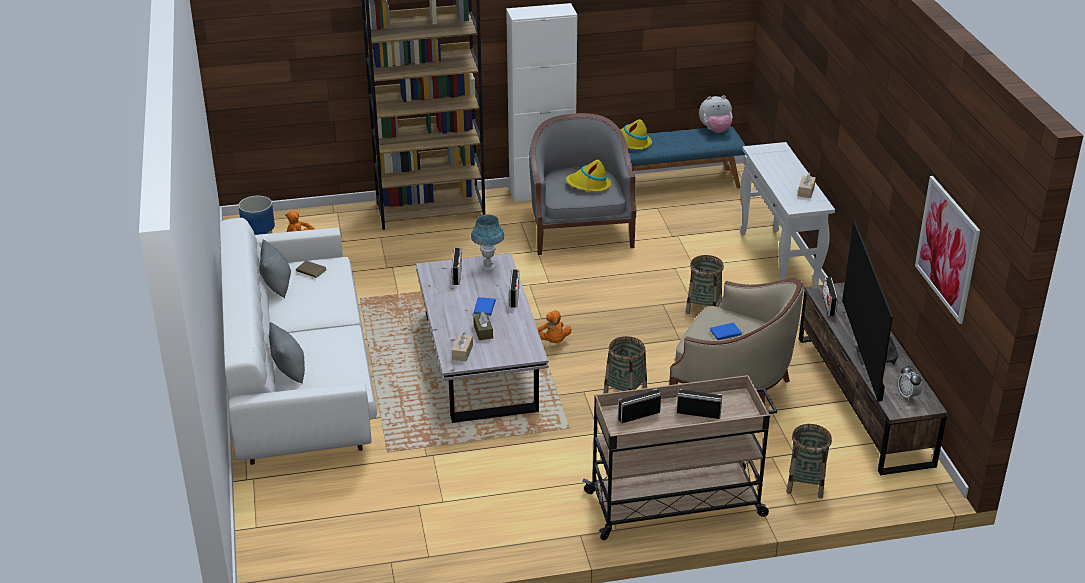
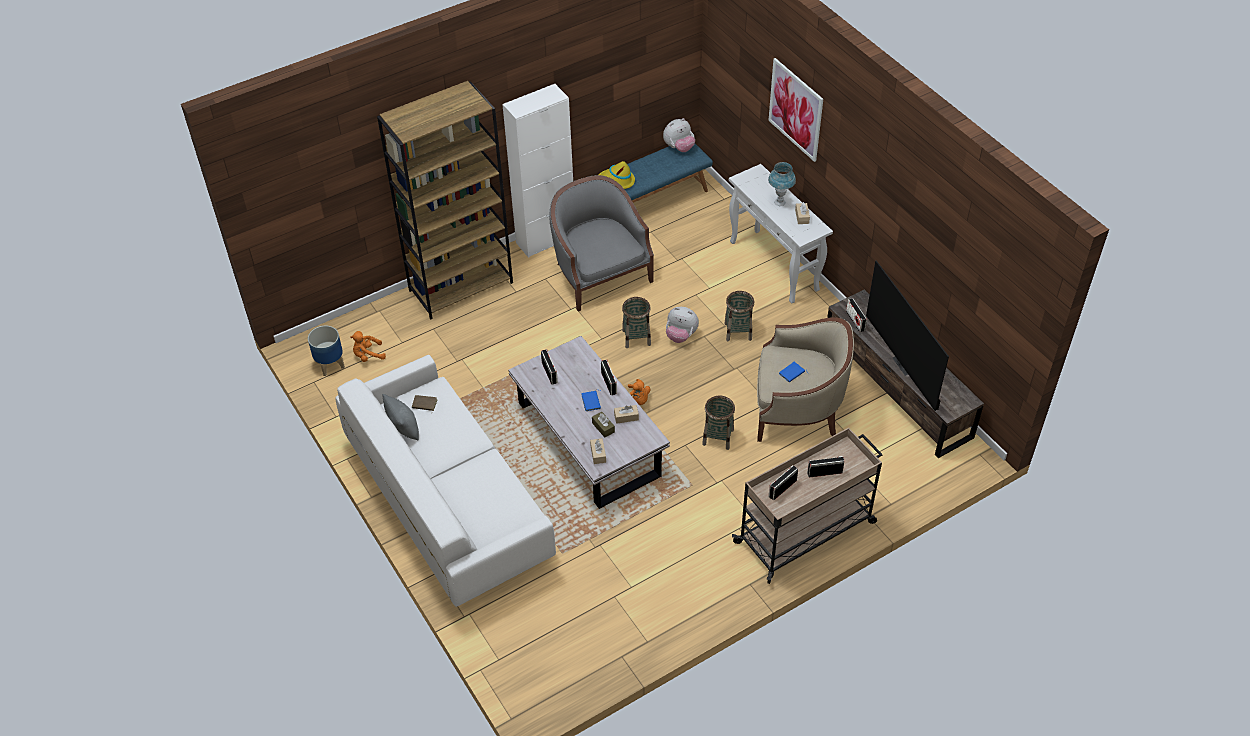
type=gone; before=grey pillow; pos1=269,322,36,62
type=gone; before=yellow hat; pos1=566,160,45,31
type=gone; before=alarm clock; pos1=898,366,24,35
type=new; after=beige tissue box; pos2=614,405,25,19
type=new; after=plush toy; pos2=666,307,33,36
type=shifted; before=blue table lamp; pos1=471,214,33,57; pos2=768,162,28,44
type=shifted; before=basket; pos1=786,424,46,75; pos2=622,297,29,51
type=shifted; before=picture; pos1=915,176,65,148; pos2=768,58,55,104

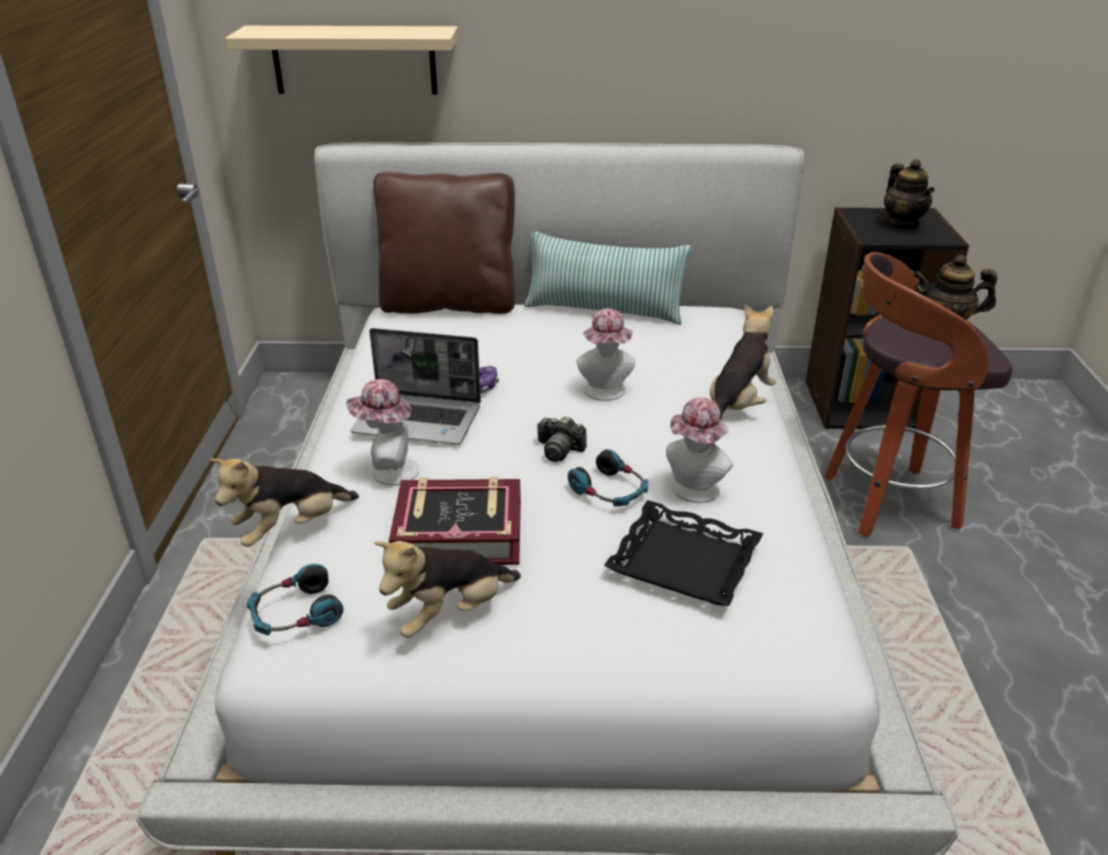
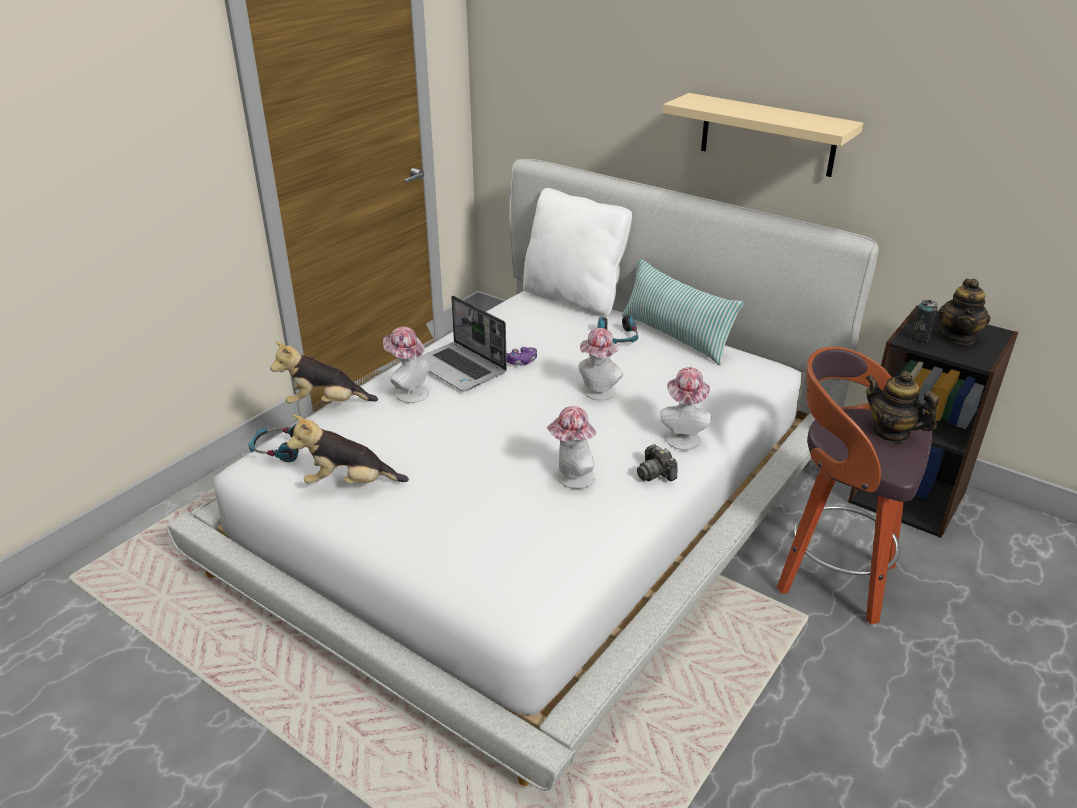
type=gone; before=book; pos1=389,476,132,89
type=gone; before=black tray; pos1=604,500,159,106
type=new; after=can; pos2=911,300,27,43
type=shifted; before=beige shelf; pos1=225,26,233,68; pos2=663,93,200,84
type=shifted; before=photo camera; pos1=537,416,50,46; pos2=637,444,40,37
type=shifted; before=headphones; pos1=568,449,80,57; pos2=598,315,40,29
type=swapped; before=plush toy; after=hat; pos1=710,305,66,115; pos2=661,367,51,83
type=repainted; before=brown pillow; after=white pillow; pos1=373,172,143,142; pos2=523,188,109,129

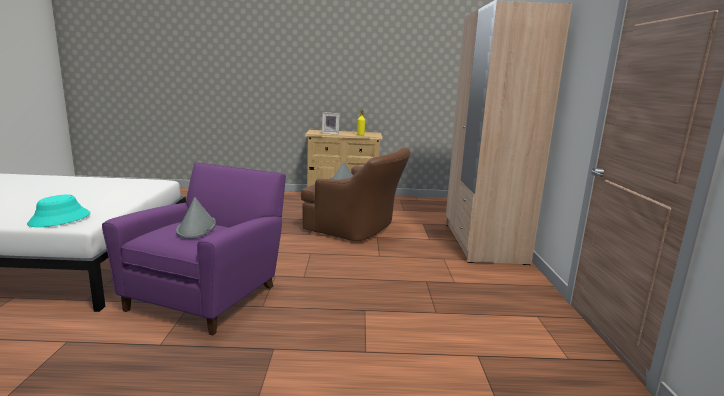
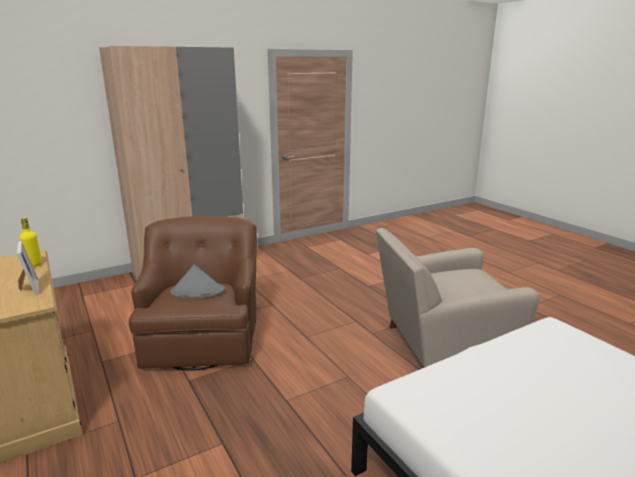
type=gone; before=turquoise hat; pos1=27,195,63,32
type=gone; before=grey hat; pos1=176,197,40,42
type=repainted; before=purple armchair; after=beige armchair; pos1=102,162,184,173; pos2=376,227,164,141

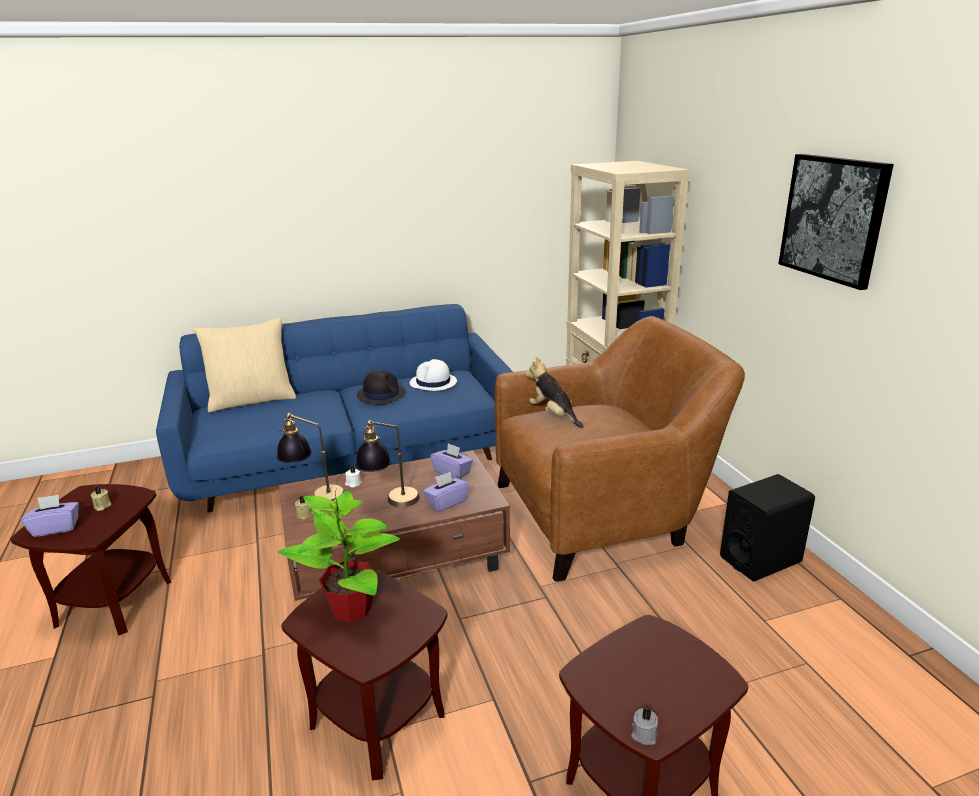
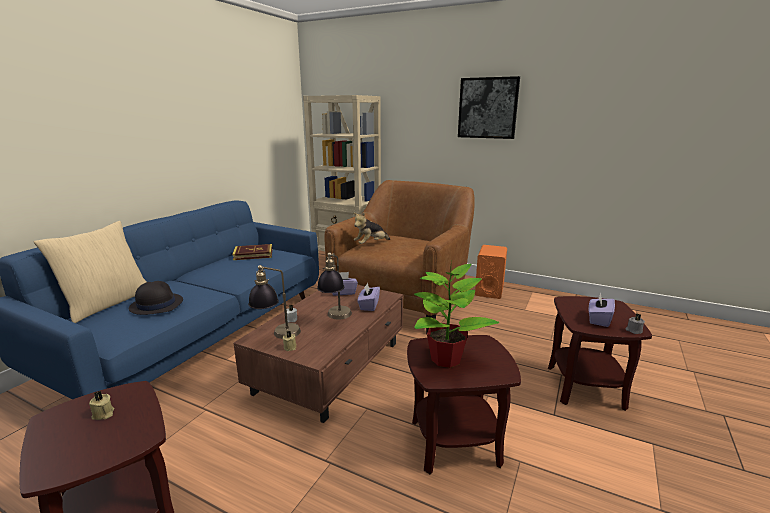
type=shifted; before=purple tissue box; pos1=21,495,58,42; pos2=588,292,27,35
type=shifted; before=black hat; pos1=357,370,49,35; pos2=129,281,54,34
type=swapped; before=white hat; after=book; pos1=410,359,47,32; pos2=232,244,40,16
type=repainted; before=black speaker; after=orange speaker; pos1=720,474,95,108; pos2=475,245,32,54
type=rotated; before=plush toy; pos1=525,357,59,71; pos2=354,212,36,32; turn=-45

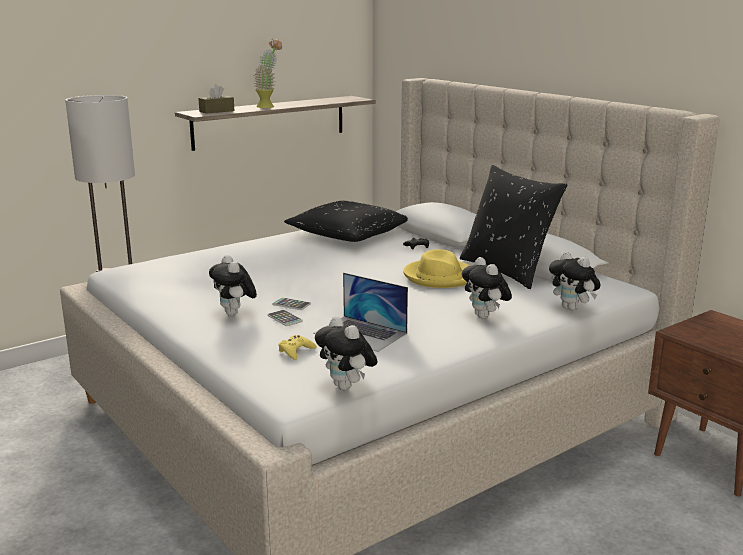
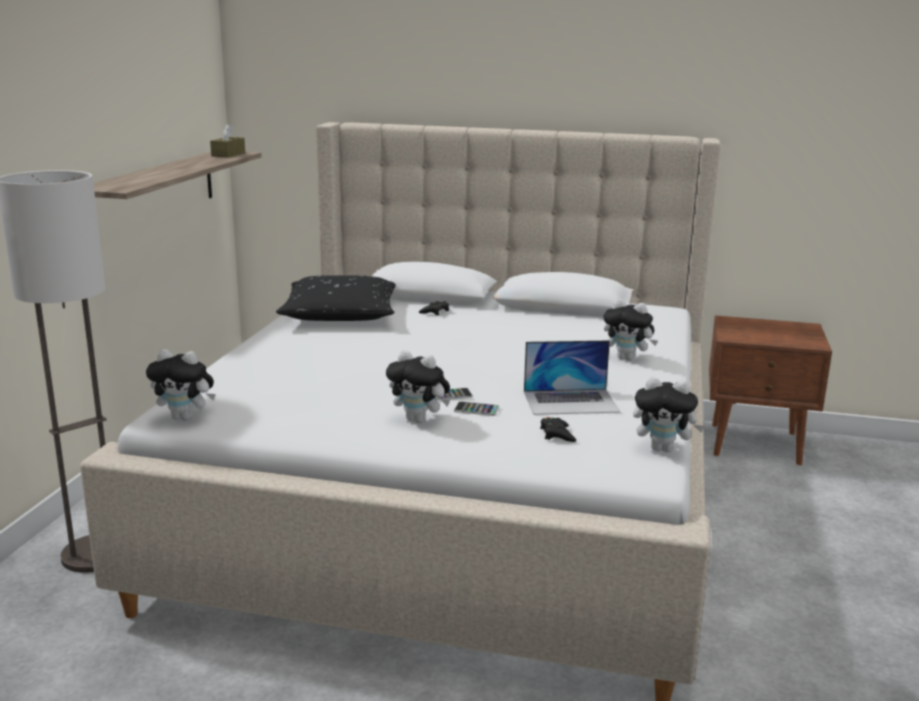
type=gone; before=potted plant; pos1=253,39,29,69
type=gone; before=yellow hat; pos1=403,249,67,39
type=gone; before=black pillow; pos1=460,165,107,124
type=shifted; before=brown tissue box; pos1=198,84,37,30; pos2=210,124,35,34
type=shifted; before=plush toy; pos1=549,251,52,60; pos2=146,349,70,72
type=repainted; before=yellow game controller; after=black game controller; pos1=278,335,39,25; pos2=540,417,36,25

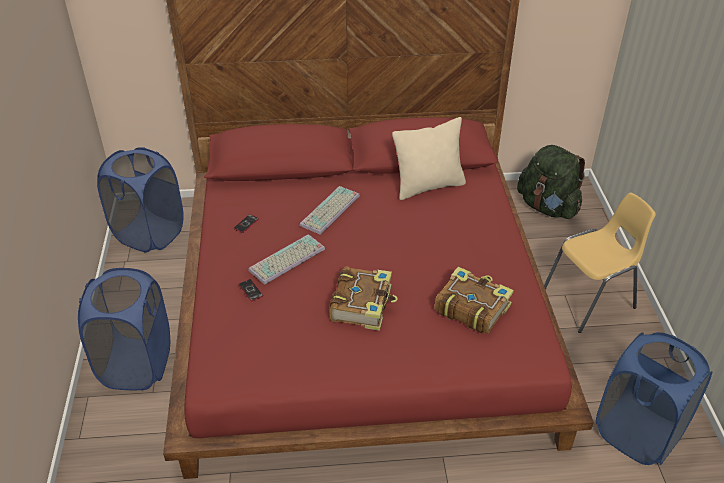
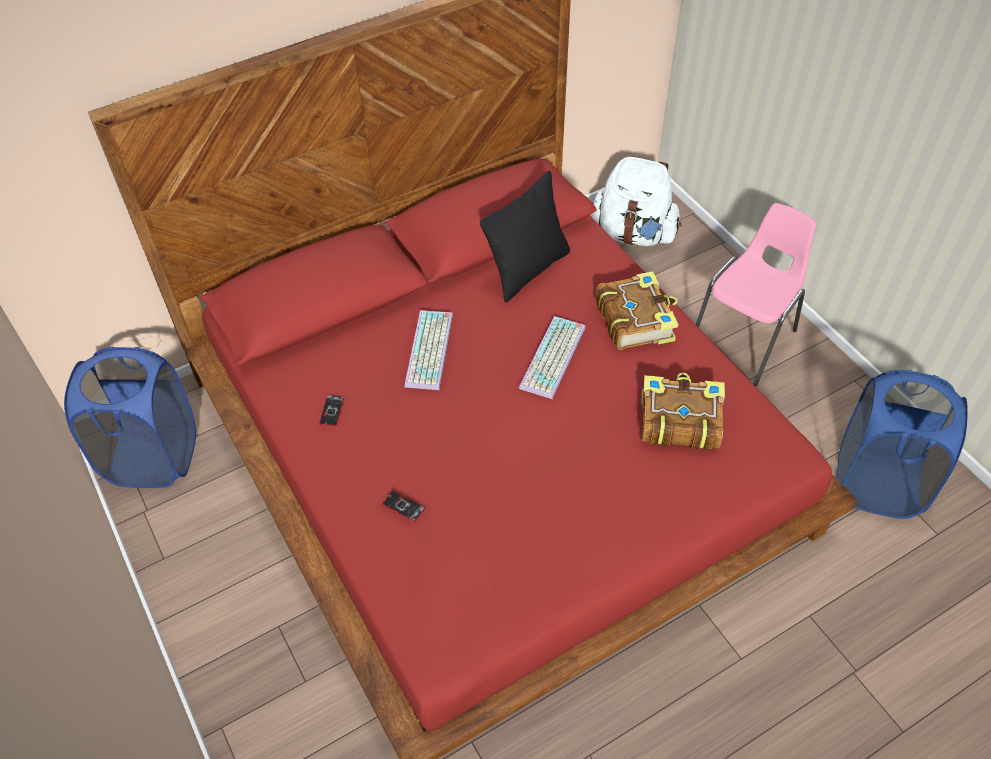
type=gone; before=blue laundry basket; pos1=78,268,92,122
type=shifted; before=keyboard; pos1=248,234,77,51; pos2=519,316,67,83
type=shifted; before=book; pos1=329,266,69,65; pos2=596,271,82,79
type=repainted; before=beige pillow; after=black pillow; pos1=392,117,74,83; pos2=480,170,90,132
type=repainted; before=green backpack; after=white backpack; pos1=517,145,68,74; pos2=591,156,91,90
type=repainted; before=yellow chair; after=pink chair; pos1=544,193,112,140; pos2=696,203,120,183

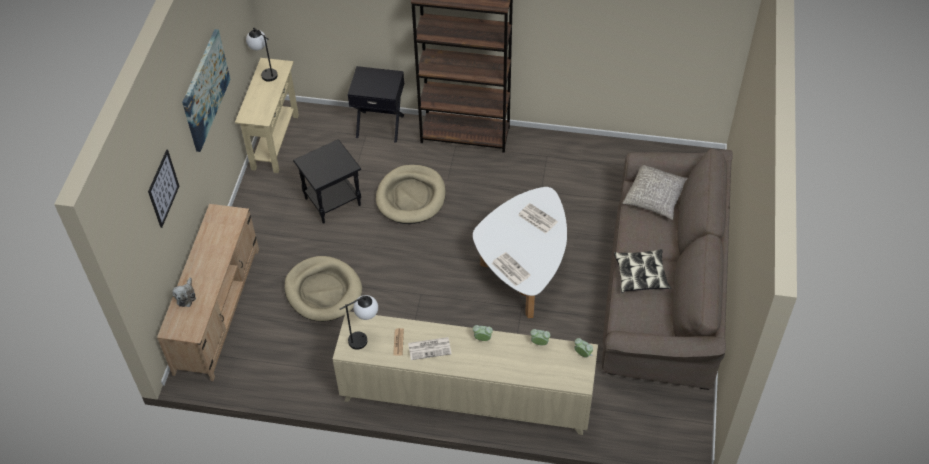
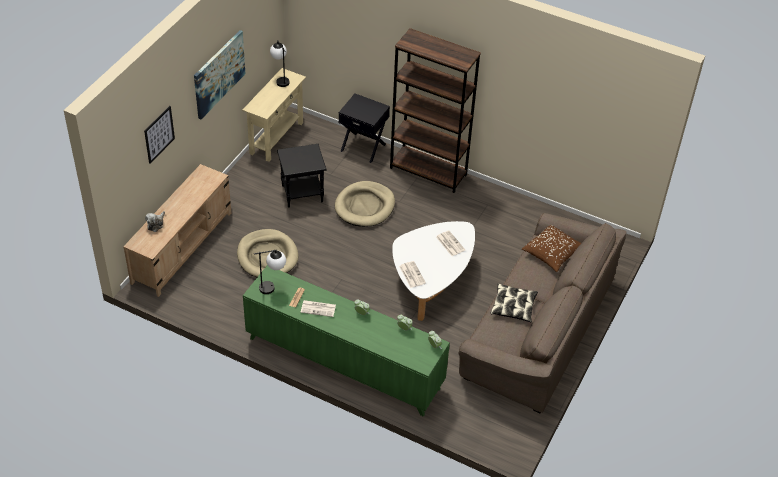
type=repainted; before=beige cabinet; after=green cabinet; pos1=333,311,265,124; pos2=243,265,207,152
type=repainted; before=grey pillow; after=brown pillow; pos1=623,165,65,55; pos2=522,225,59,47

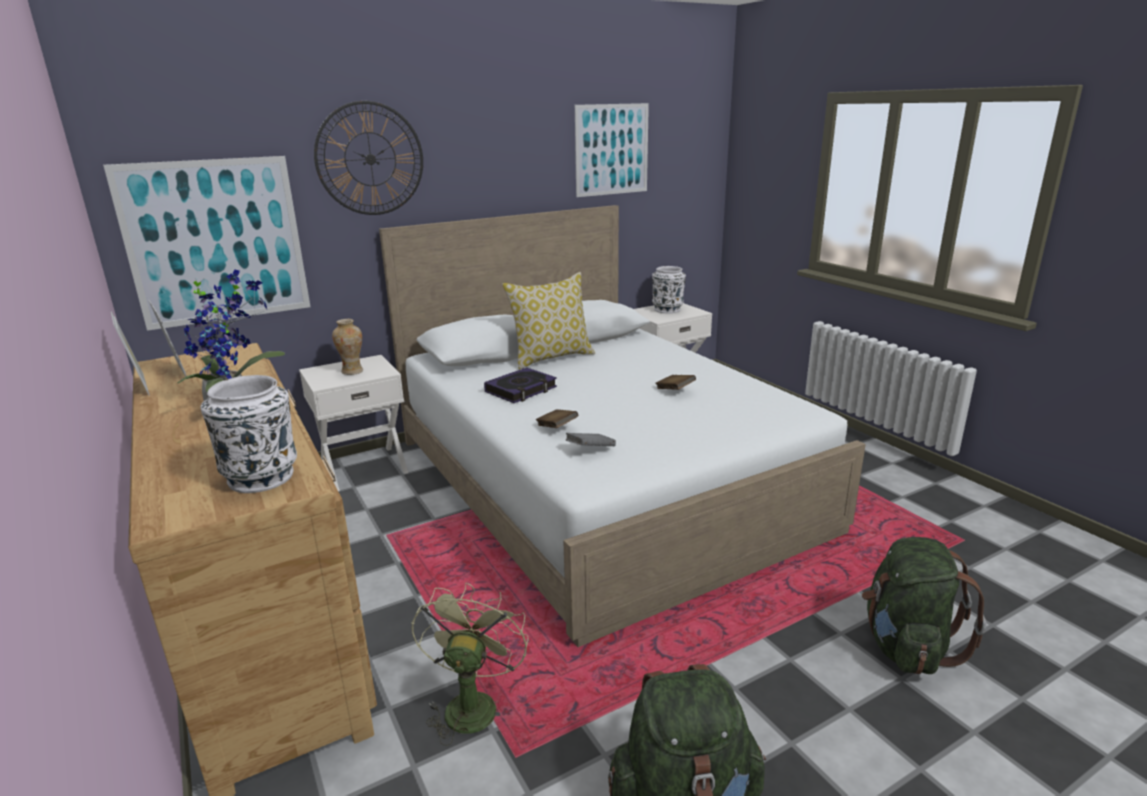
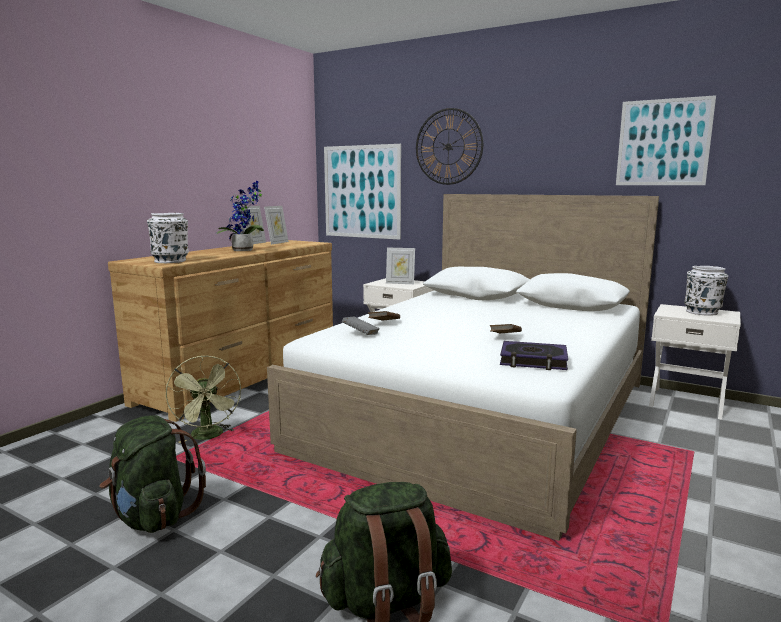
type=gone; before=pillow; pos1=502,272,93,98
type=shifted; before=book; pos1=484,367,73,36; pos2=500,341,68,29
type=swapped; before=vase; after=picture frame; pos1=332,319,31,56; pos2=386,248,29,36
type=rotated; before=green fan; pos1=411,583,117,163; pos2=166,355,75,88; turn=90

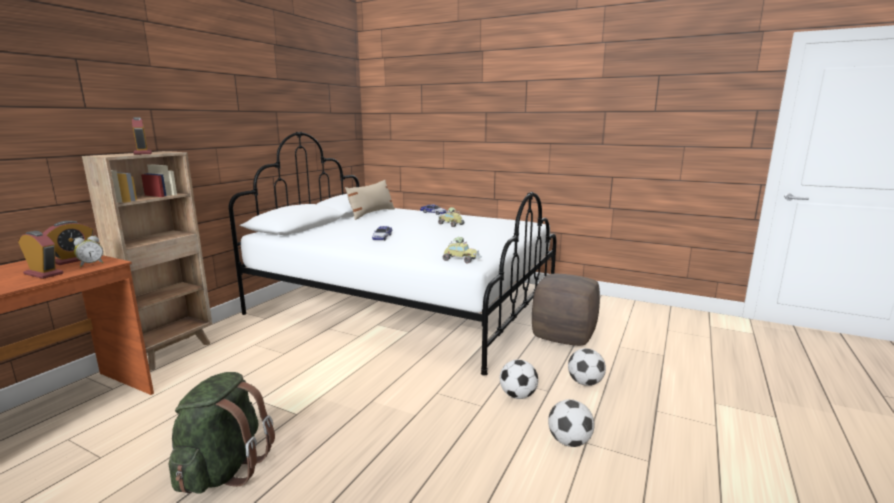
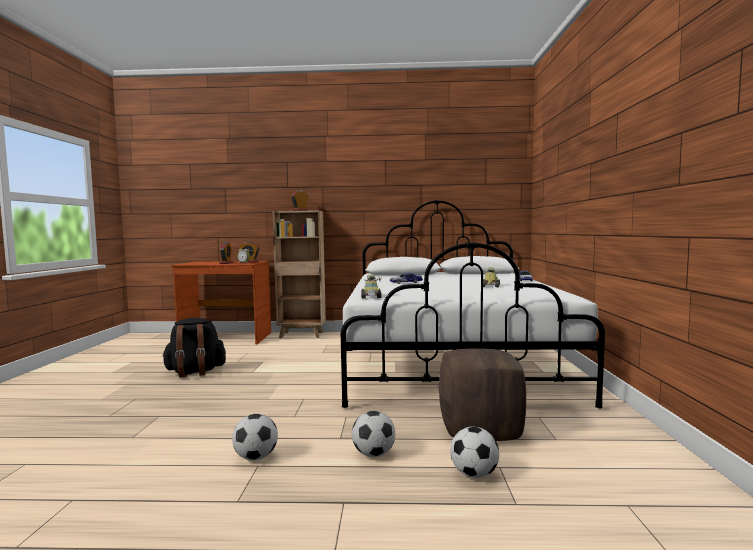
type=gone; before=beige pillow; pos1=345,180,50,40
type=shifted; before=football; pos1=500,359,38,40; pos2=450,427,49,51
type=repainted; before=green backpack; after=black backpack; pos1=169,372,106,122; pos2=162,318,64,60

